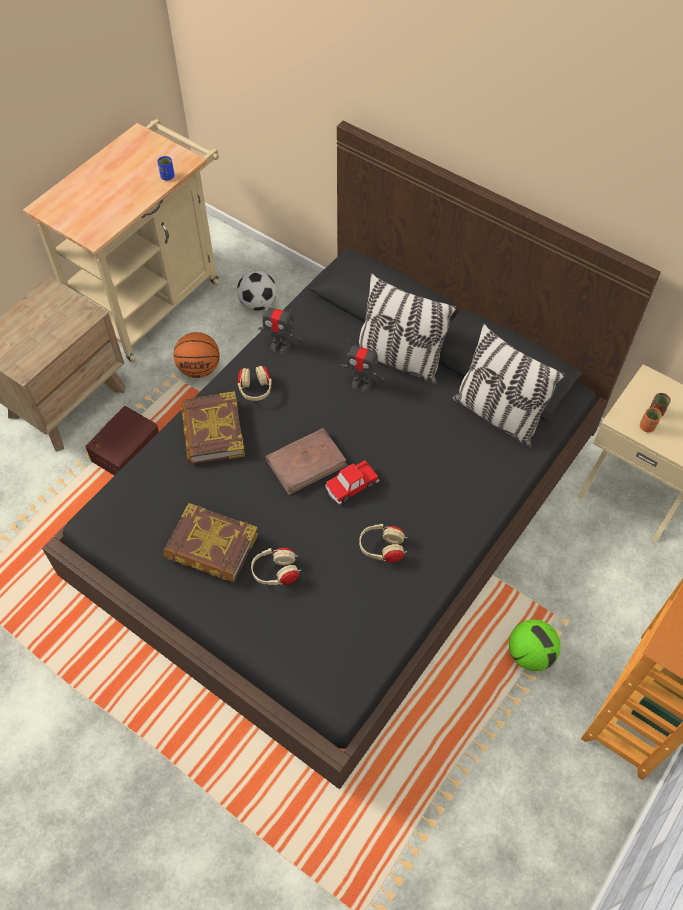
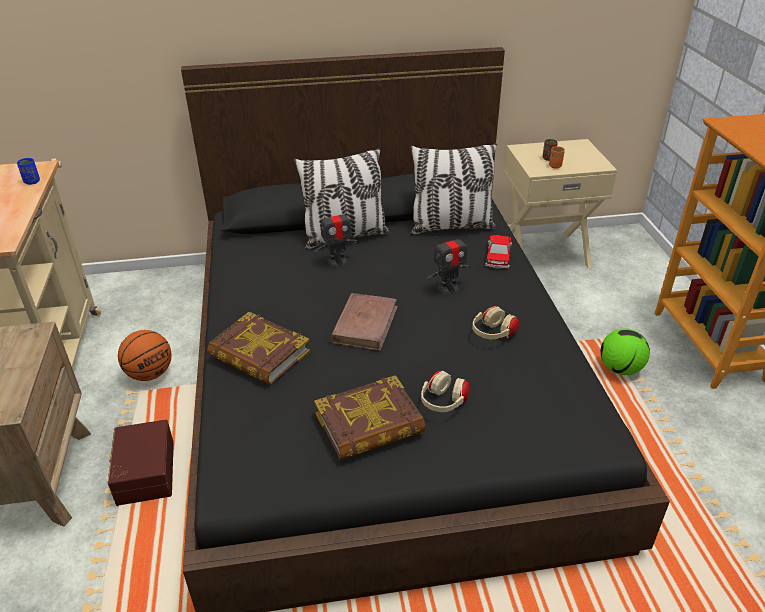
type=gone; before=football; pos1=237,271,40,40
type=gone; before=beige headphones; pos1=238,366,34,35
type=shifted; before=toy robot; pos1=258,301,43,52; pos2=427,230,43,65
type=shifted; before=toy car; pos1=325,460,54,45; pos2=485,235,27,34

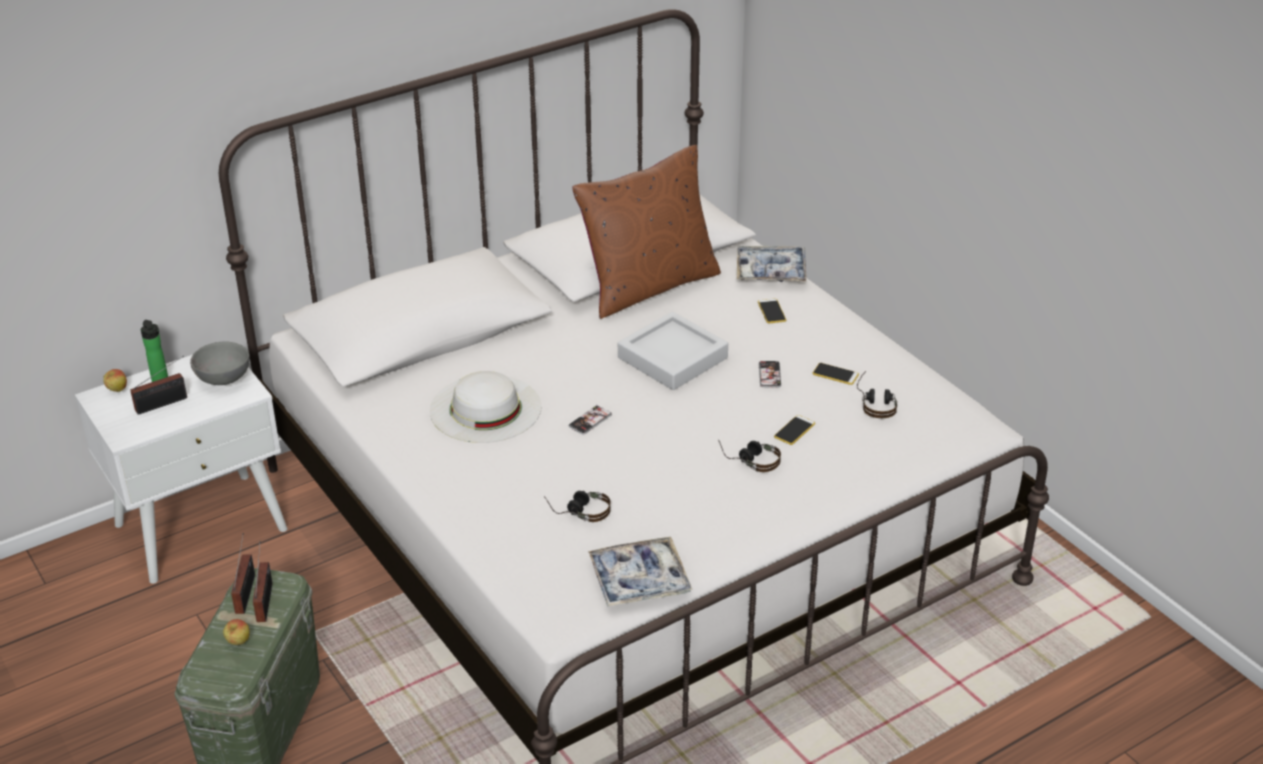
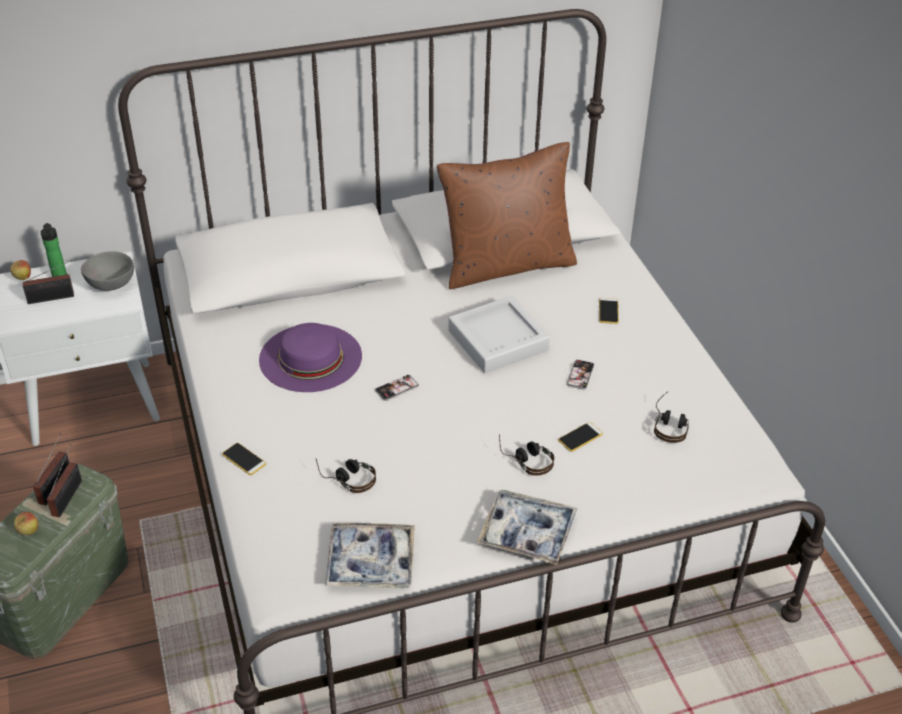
type=shifted; before=tray; pos1=737,246,69,36; pos2=476,489,101,76
type=shifted; before=phone; pos1=813,363,46,22; pos2=222,443,44,32
type=repainted; before=white hat; after=purple hat; pos1=430,371,112,72; pos2=259,323,103,69

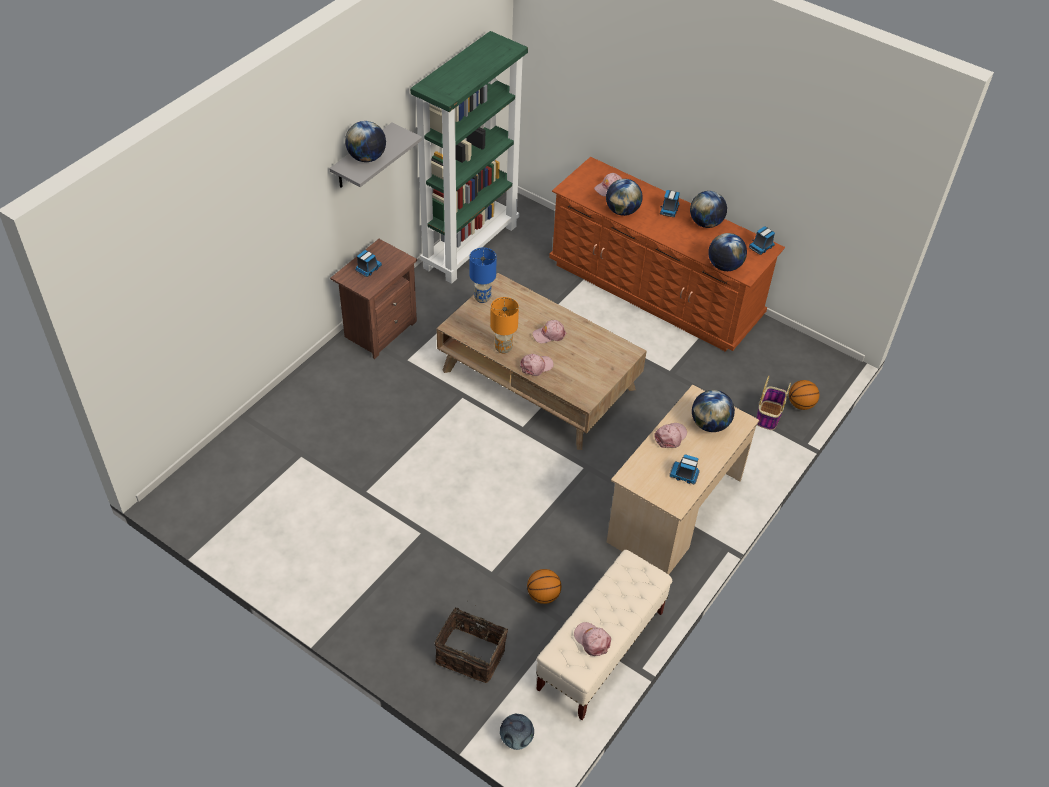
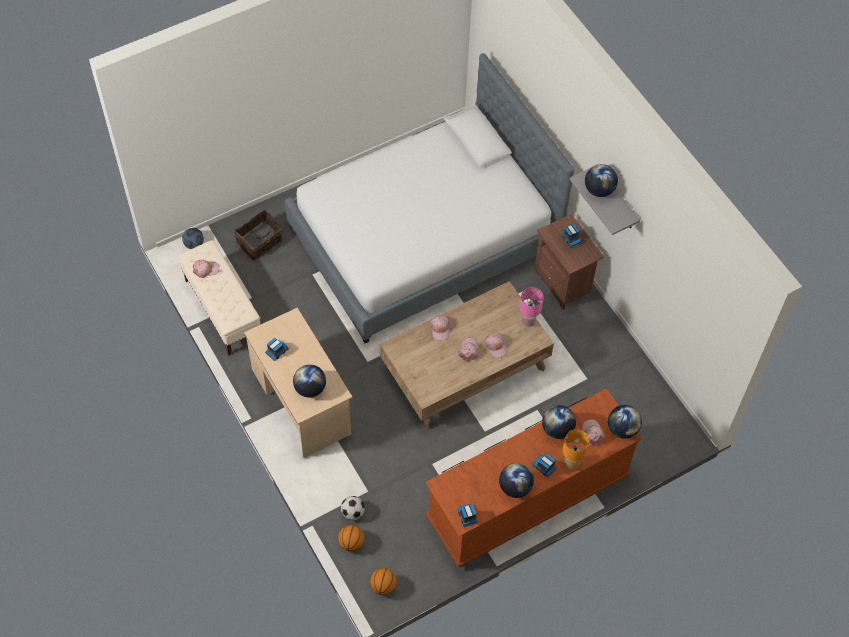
type=gone; before=green bookcase; pos1=410,31,118,253
type=new; after=bed; pos2=285,53,289,290
type=shifted; before=orange table lamp; pos1=490,297,29,56; pos2=563,429,27,40
type=shifted; before=basketball; pos1=527,569,34,35; pos2=370,568,27,27
type=shifted; before=pink cap; pos1=654,423,33,25; pos2=484,333,23,25
type=shifted; before=globe; pos1=708,233,39,38; pos2=608,405,34,34
type=swapped; before=basket; after=football; pos1=757,376,34,54; pos2=341,496,24,24
type=repainted; before=blue table lamp; after=pink table lamp; pos1=469,248,28,55; pos2=519,287,25,40

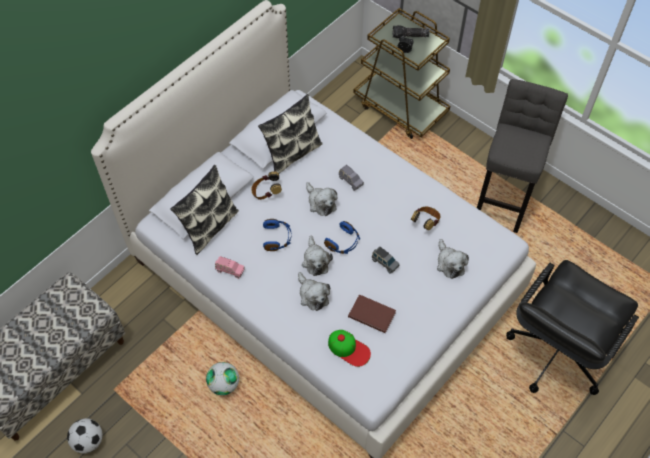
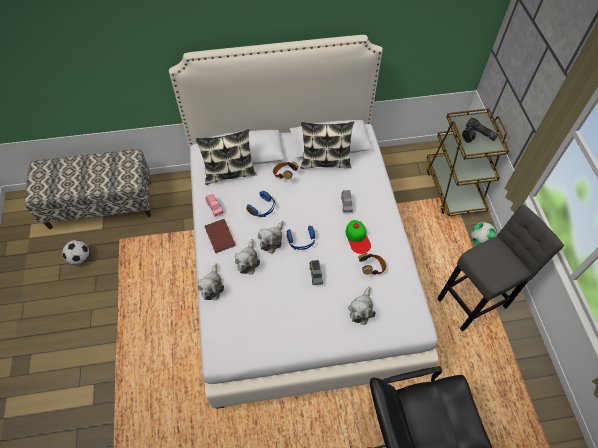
type=shifted; before=football; pos1=206,362,33,33; pos2=471,222,26,23
type=shifted; before=plush toy; pos1=306,182,32,34; pos2=197,263,27,37
type=shifted; before=cap; pos1=328,330,43,37; pos2=346,220,25,34
type=shifted; before=brown book; pos1=348,294,48,39; pos2=204,219,32,34

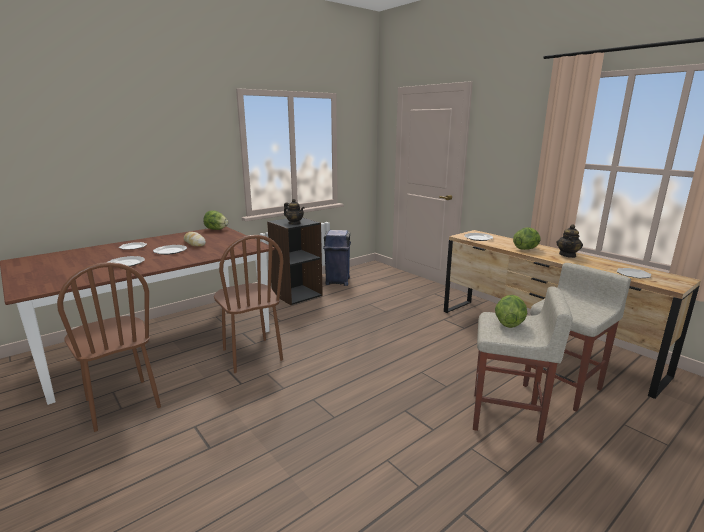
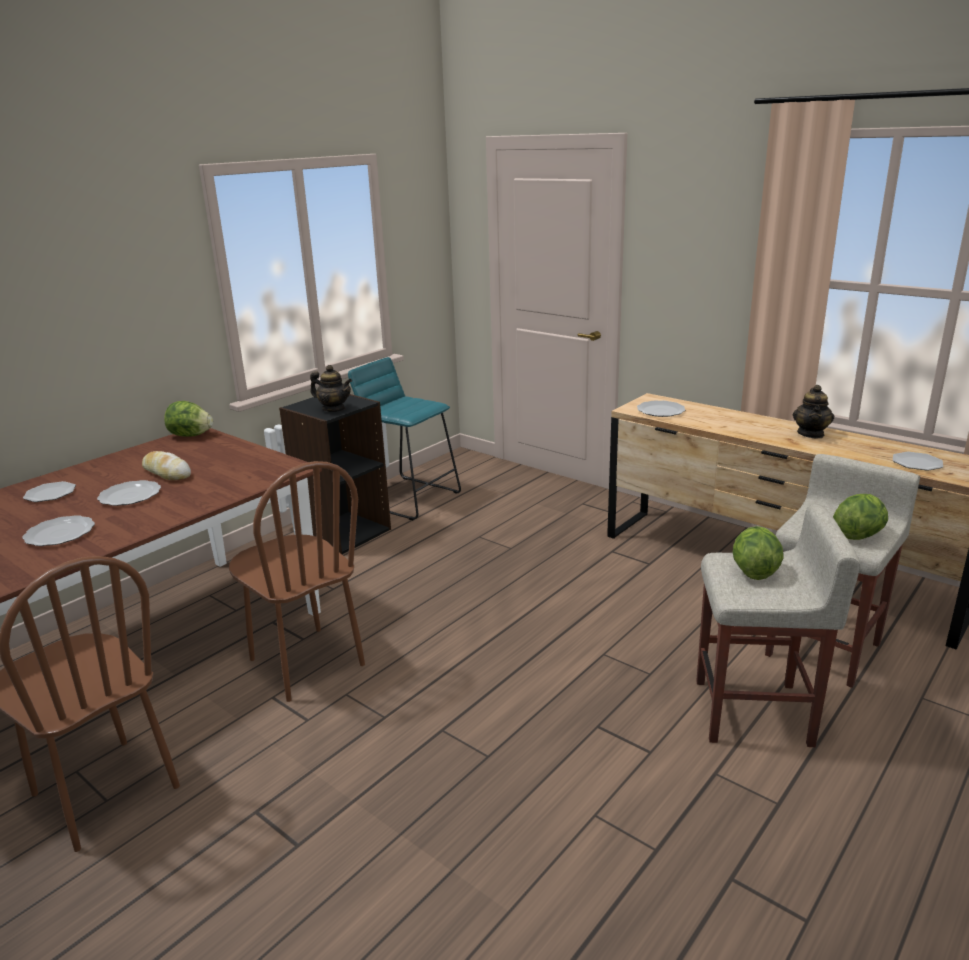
type=shifted; before=lettuce; pos1=513,227,28,23; pos2=833,494,55,46
type=swapped; before=blue trash can; after=turquoise stool; pos1=323,230,28,56; pos2=348,357,113,163

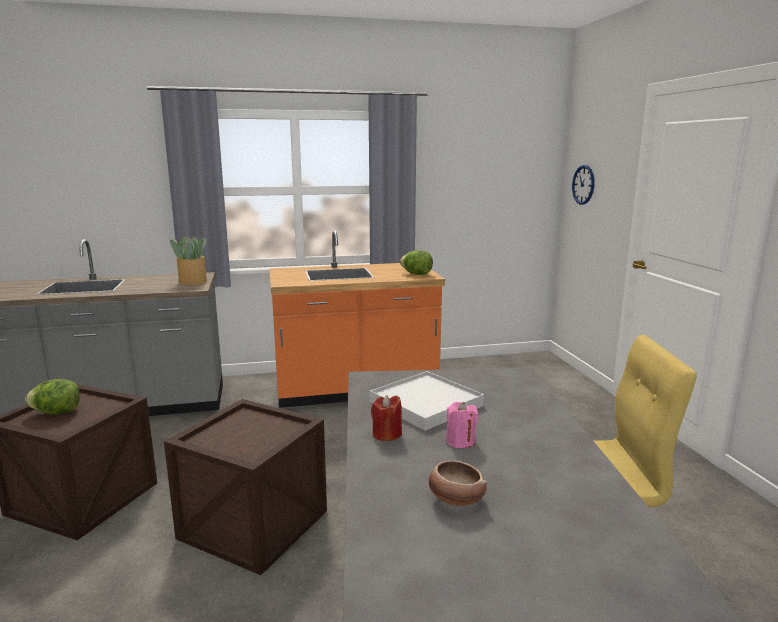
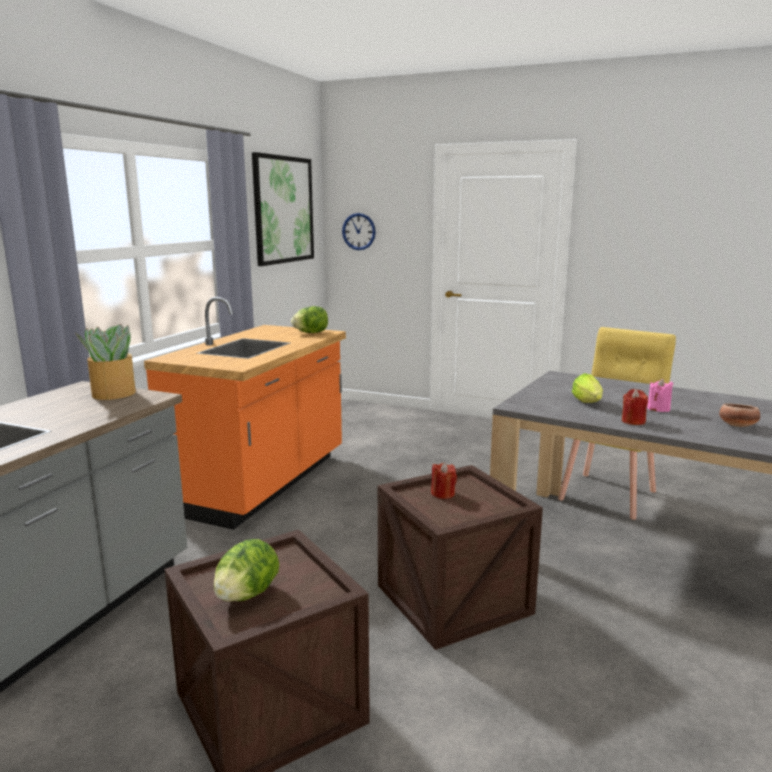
type=new; after=picture; pos2=252,152,62,114
type=new; after=red candle; pos2=431,462,26,37
type=swapped; before=white tray; after=lettuce; pos1=370,371,114,60; pos2=572,373,31,30

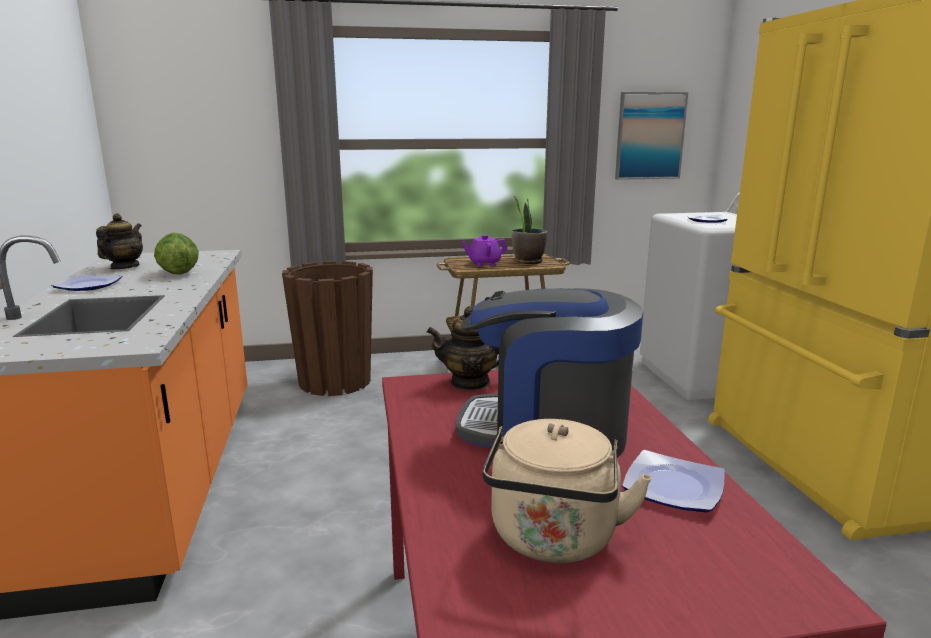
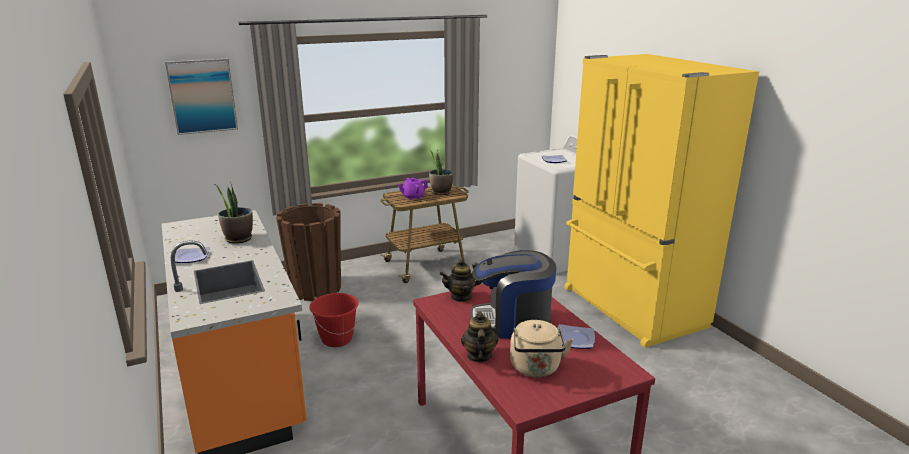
type=new; after=red bucket; pos2=309,293,50,54
type=shifted; before=teapot; pos1=96,213,47,56; pos2=461,311,38,51
type=shifted; before=picture; pos1=615,92,73,88; pos2=165,59,73,76
type=swapped; before=lettuce; after=potted plant; pos1=154,232,45,43; pos2=216,181,37,63

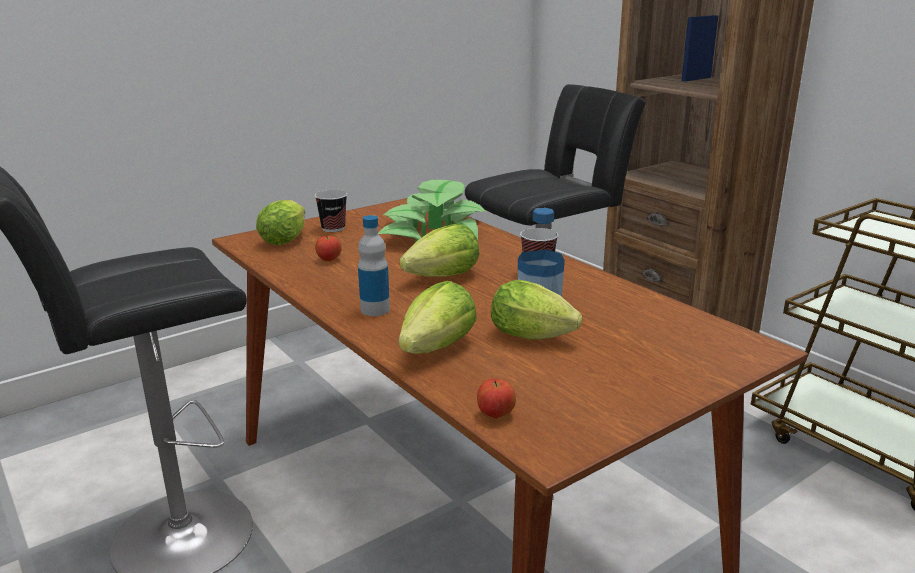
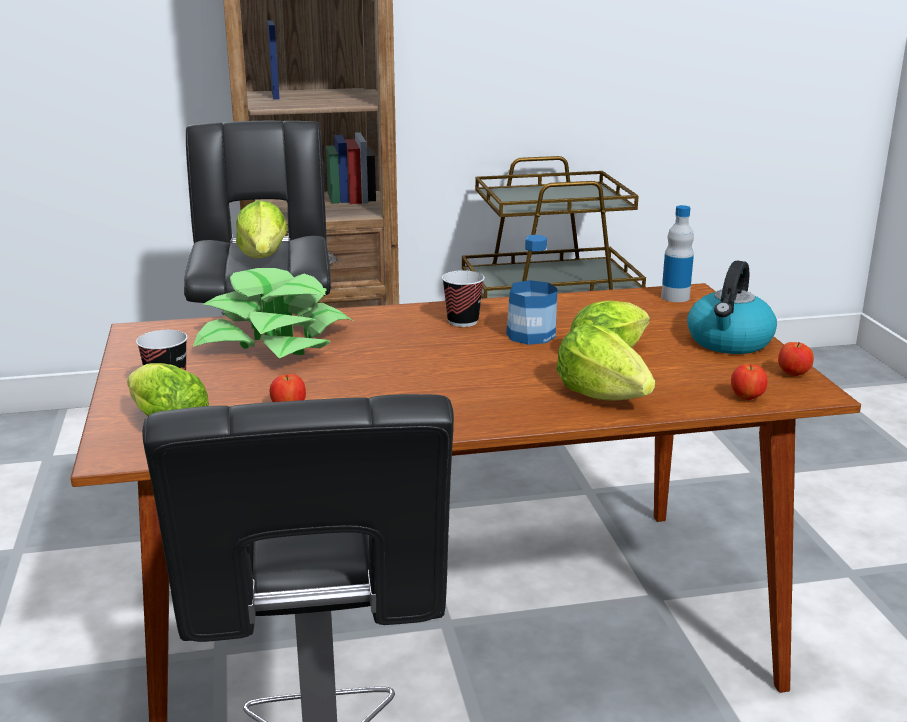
type=new; after=kettle; pos2=687,261,90,93
type=new; after=apple; pos2=778,342,36,35
type=shifted; before=bottle; pos1=358,215,32,101; pos2=661,205,33,97
type=shifted; before=lettuce; pos1=400,223,79,54; pos2=236,200,51,58

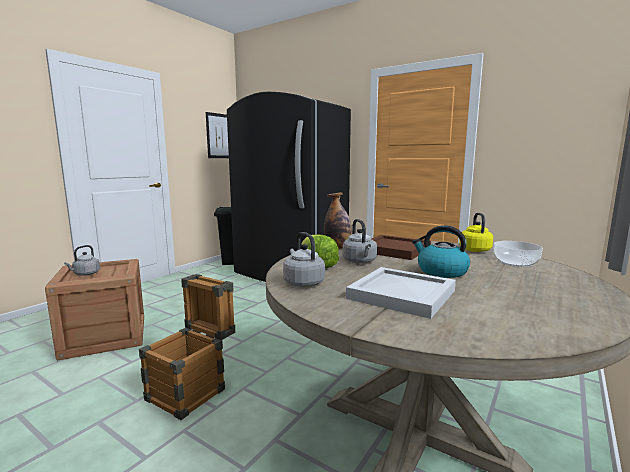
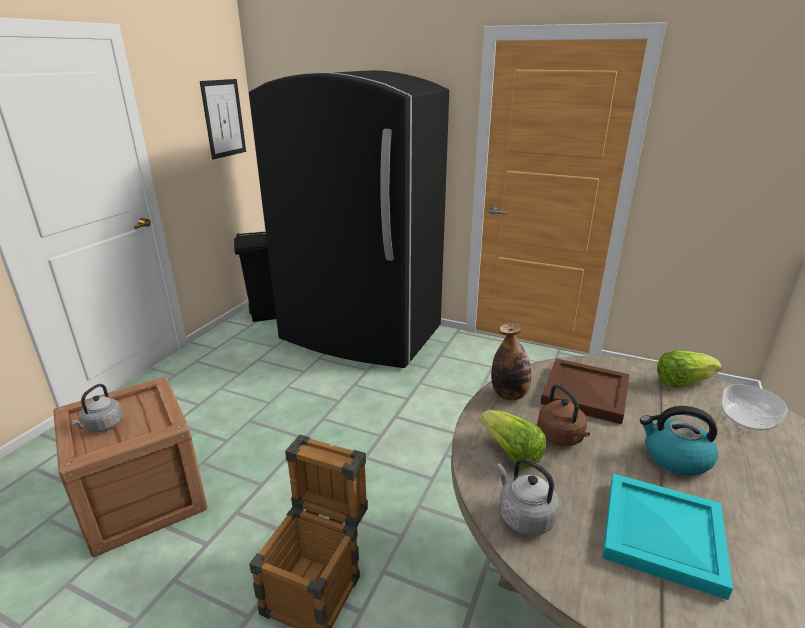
type=swapped; before=yellow kettle; after=lettuce; pos1=459,213,34,39; pos2=657,350,65,38
type=repainted; before=grey kettle; after=brown kettle; pos1=343,219,34,45; pos2=537,384,53,62
type=repainted; before=white tray; after=turquoise tray; pos1=346,267,110,52; pos2=603,474,130,126

